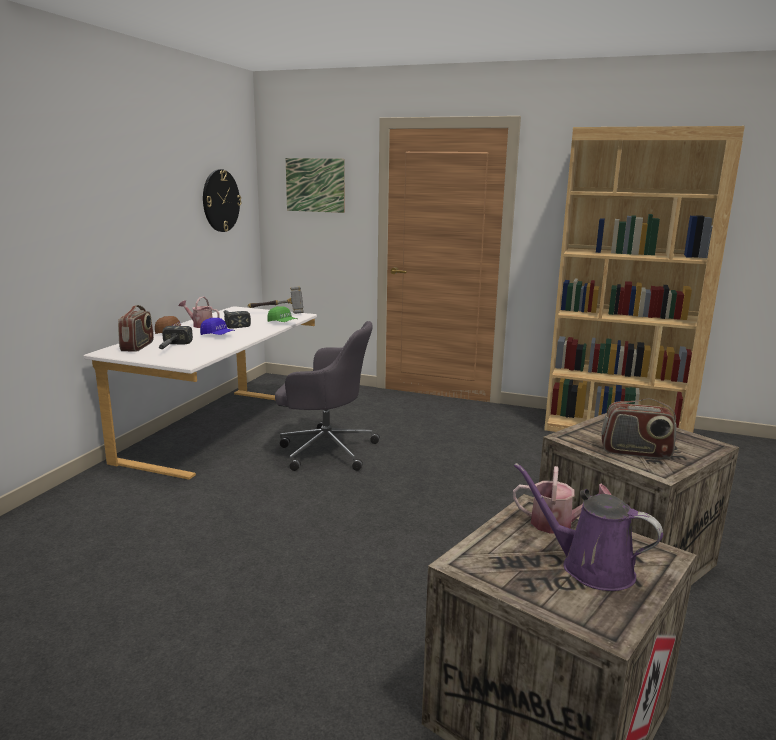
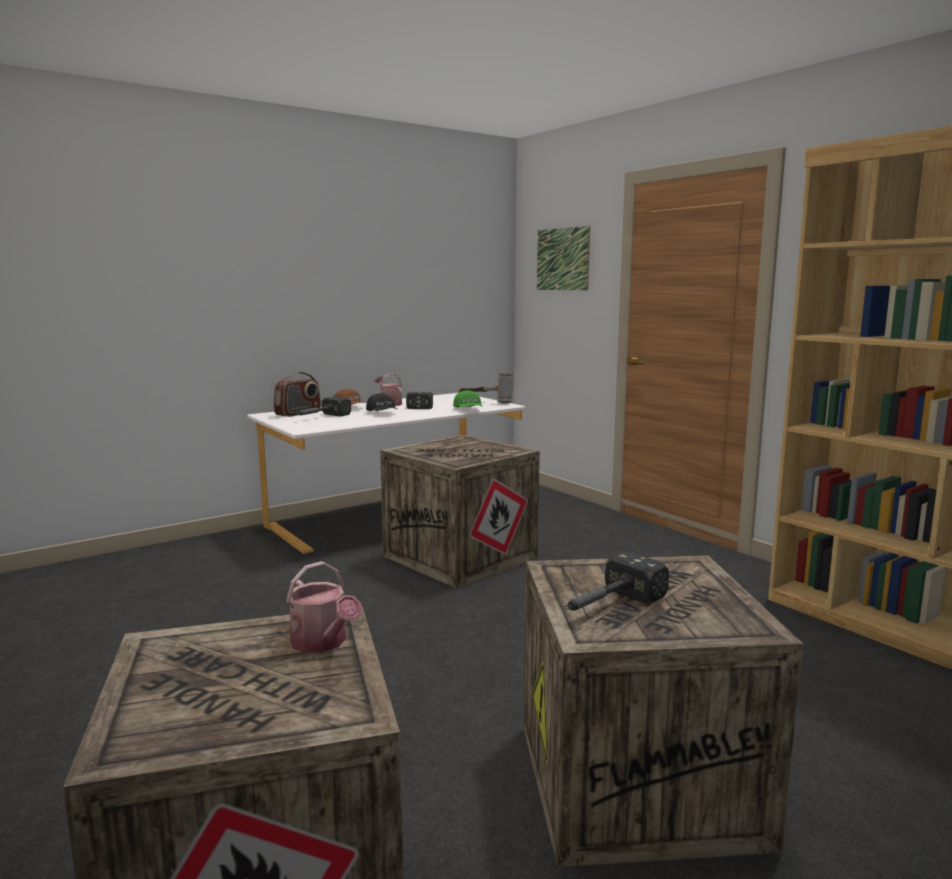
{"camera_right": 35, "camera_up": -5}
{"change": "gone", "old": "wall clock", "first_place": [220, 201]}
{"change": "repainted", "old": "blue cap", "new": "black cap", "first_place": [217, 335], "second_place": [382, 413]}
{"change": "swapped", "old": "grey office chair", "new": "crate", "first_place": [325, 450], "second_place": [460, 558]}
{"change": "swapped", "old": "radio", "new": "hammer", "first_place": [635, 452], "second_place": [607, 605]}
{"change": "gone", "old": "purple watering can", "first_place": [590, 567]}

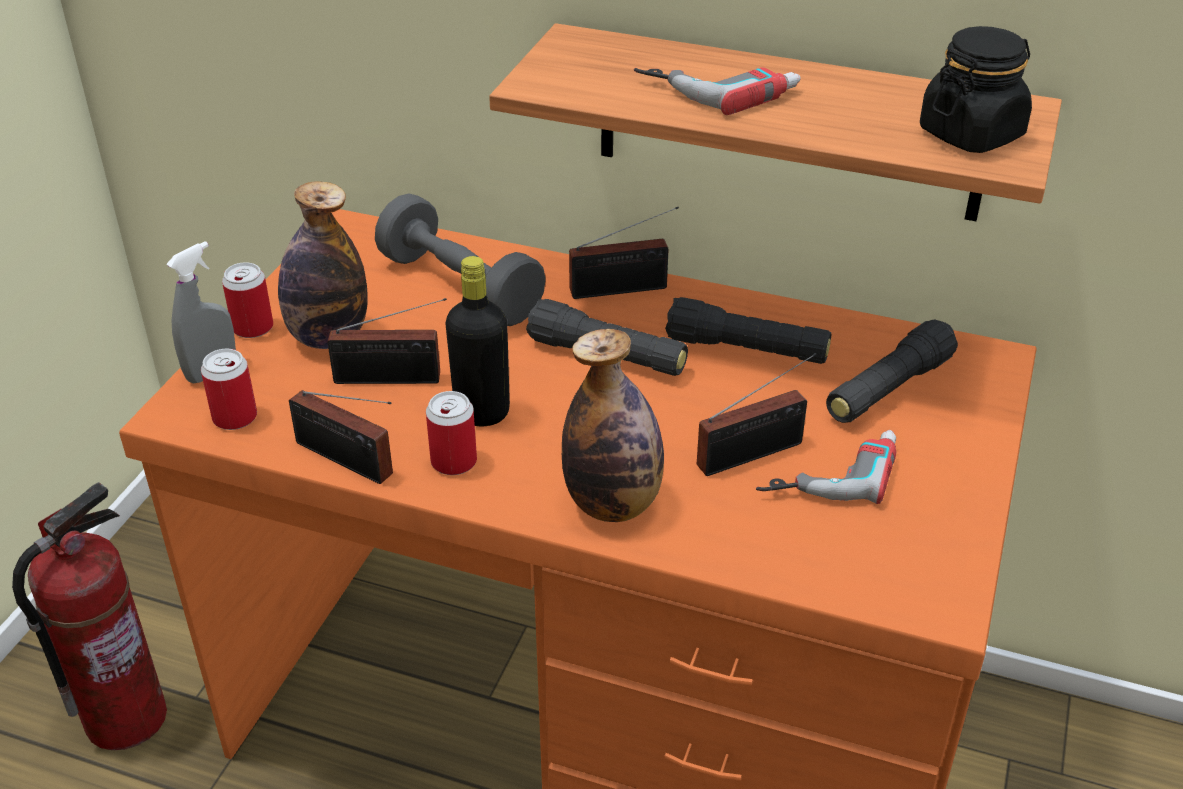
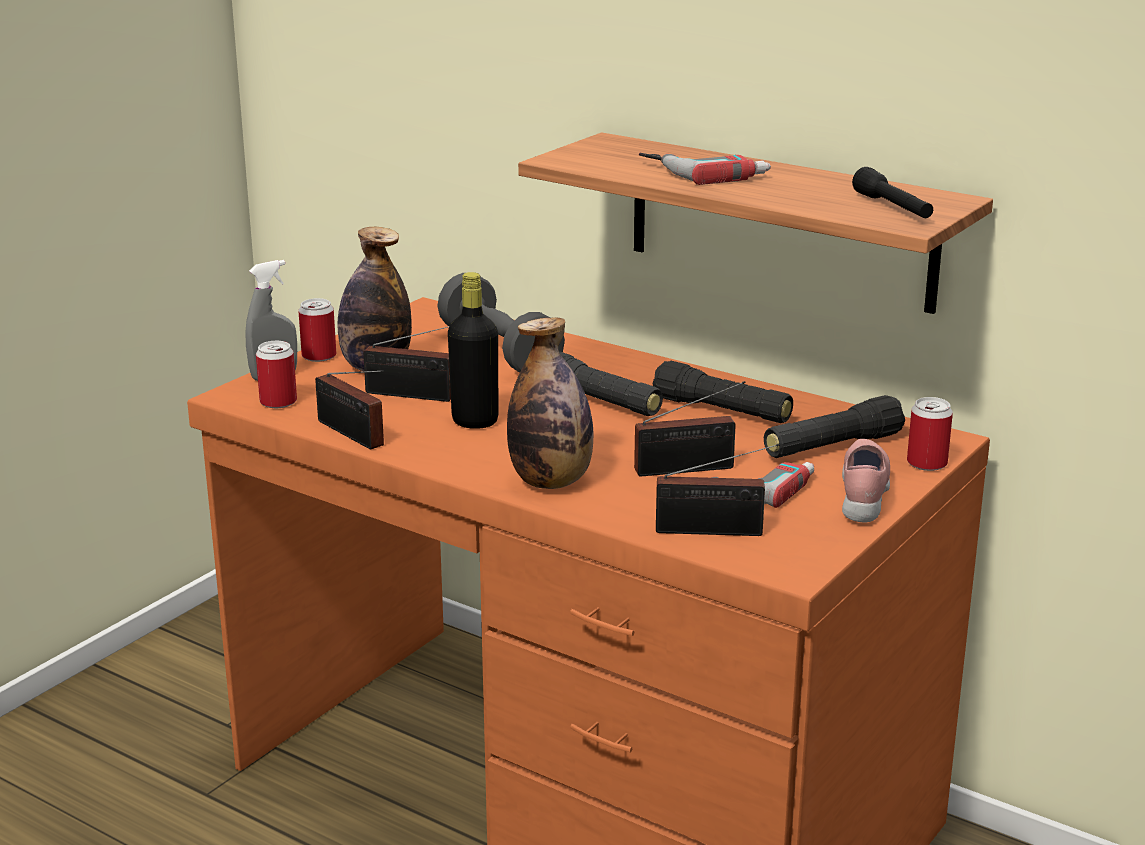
{"camera_right": 15, "camera_up": -15}
{"change": "swapped", "old": "black jar", "new": "black flashlight", "first_place": [971, 134], "second_place": [893, 208]}
{"change": "shifted", "old": "radio", "first_place": [624, 289], "second_place": [715, 531]}
{"change": "shifted", "old": "can", "first_place": [454, 461], "second_place": [926, 463]}
{"change": "gone", "old": "fire extinguisher", "first_place": [126, 718]}
{"change": "new", "new": "pink shoe", "second_place": [864, 496]}

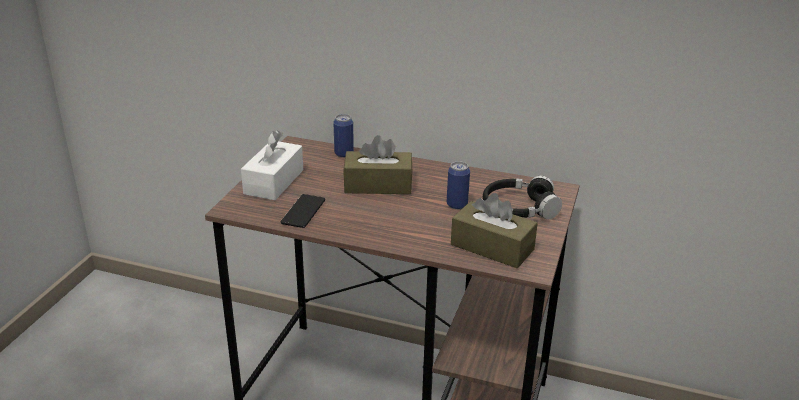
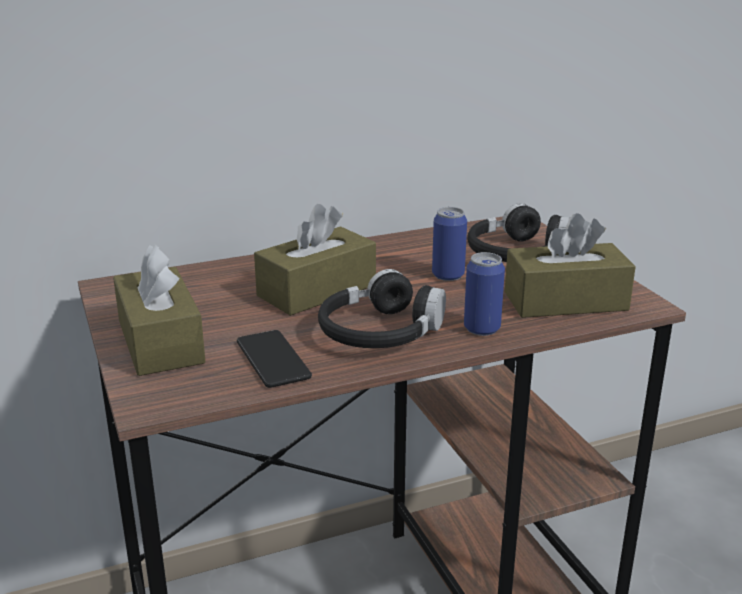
{"camera_right": -40, "camera_up": -5}
{"change": "shifted", "old": "can", "first_place": [344, 153], "second_place": [482, 328]}
{"change": "repainted", "old": "white tissue box", "new": "brown tissue box", "first_place": [274, 182], "second_place": [160, 342]}
{"change": "new", "new": "black headphones", "second_place": [380, 332]}

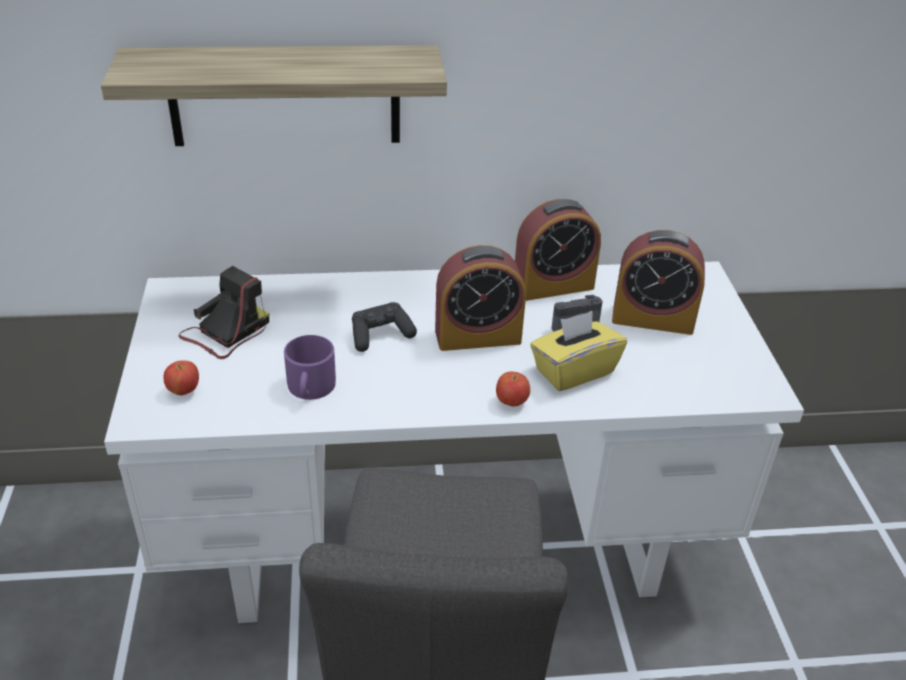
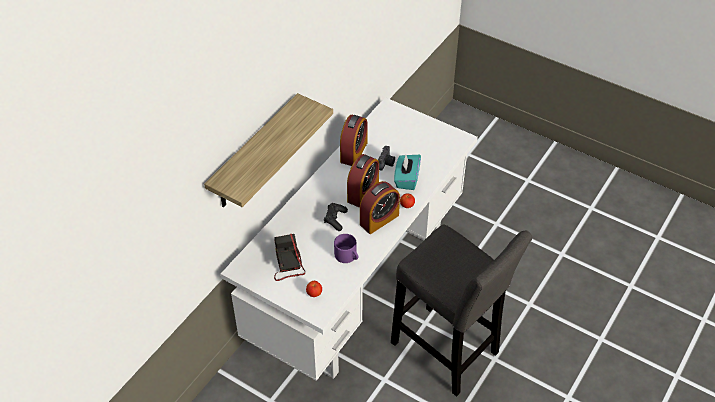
{"camera_right": -50, "camera_up": 10}
{"change": "shifted", "old": "alarm clock", "first_place": [652, 319], "second_place": [379, 220]}
{"change": "repainted", "old": "yellow tissue box", "new": "turquoise tissue box", "first_place": [573, 371], "second_place": [406, 179]}

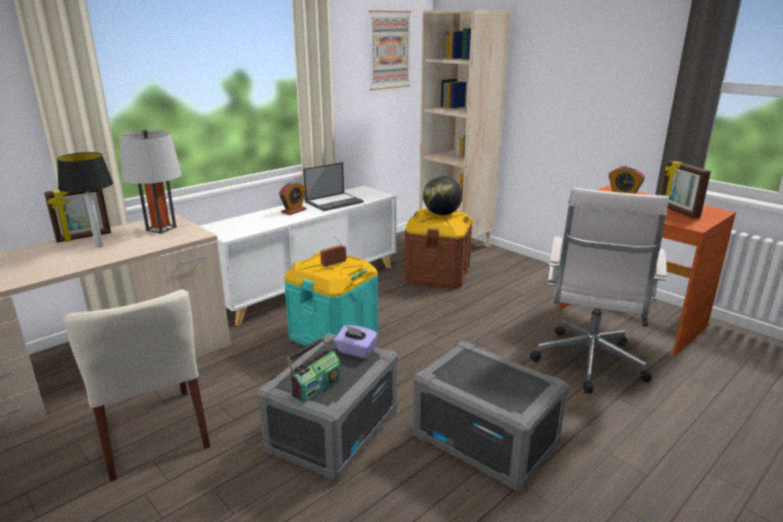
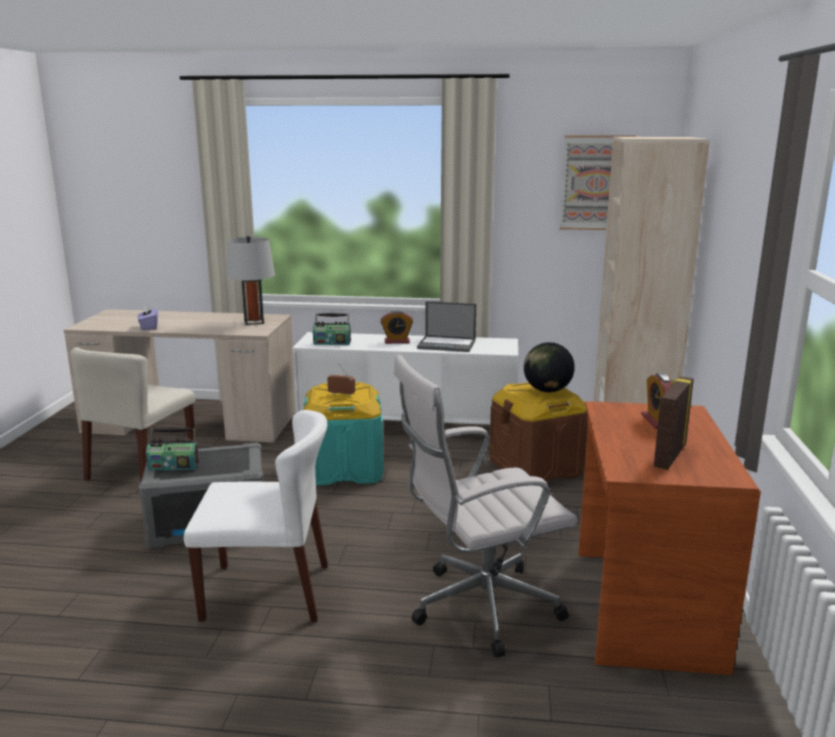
{"camera_right": 50, "camera_up": -5}
{"change": "gone", "old": "table lamp", "first_place": [99, 246]}
{"change": "gone", "old": "picture frame", "first_place": [84, 237]}
{"change": "shifted", "old": "purple tissue box", "first_place": [356, 351], "second_place": [149, 327]}
{"change": "swapped", "old": "grey storage box", "new": "white chair", "first_place": [486, 439], "second_place": [268, 591]}
{"change": "new", "new": "radio", "second_place": [332, 343]}

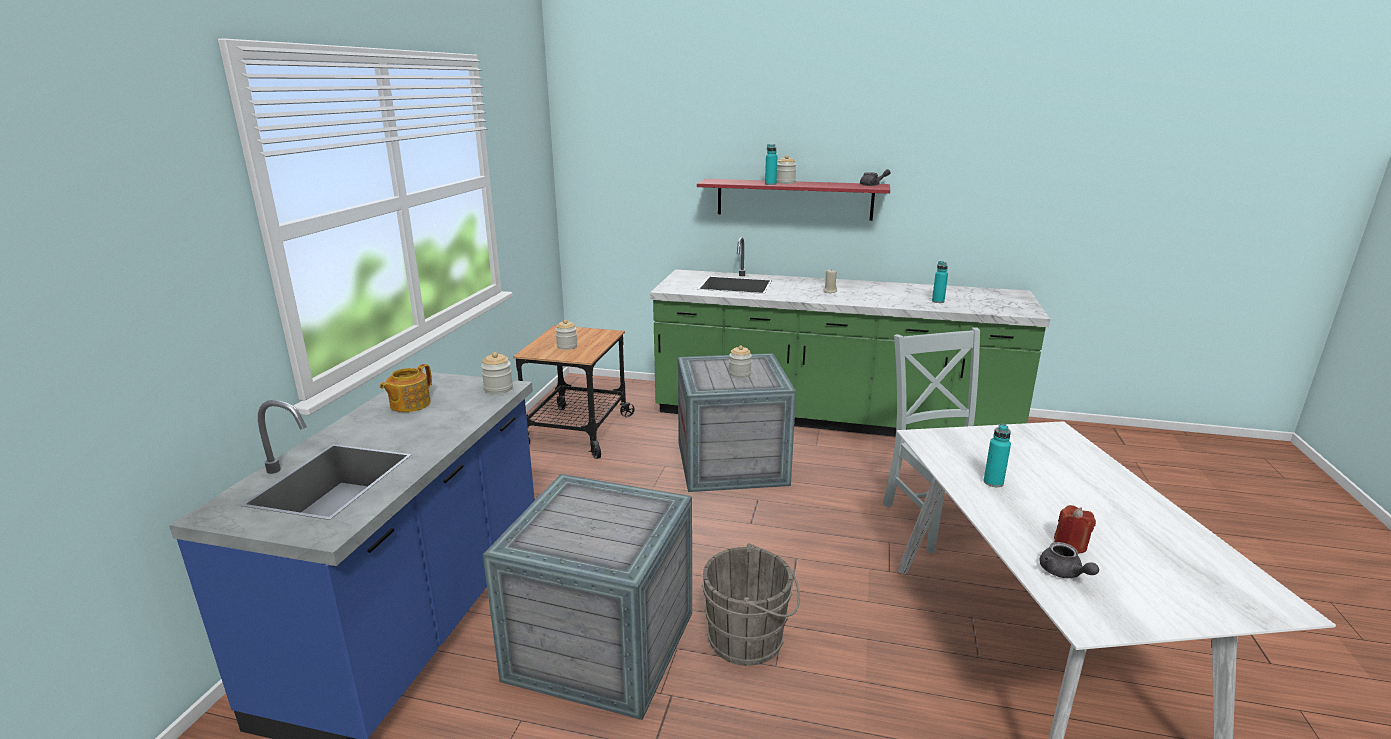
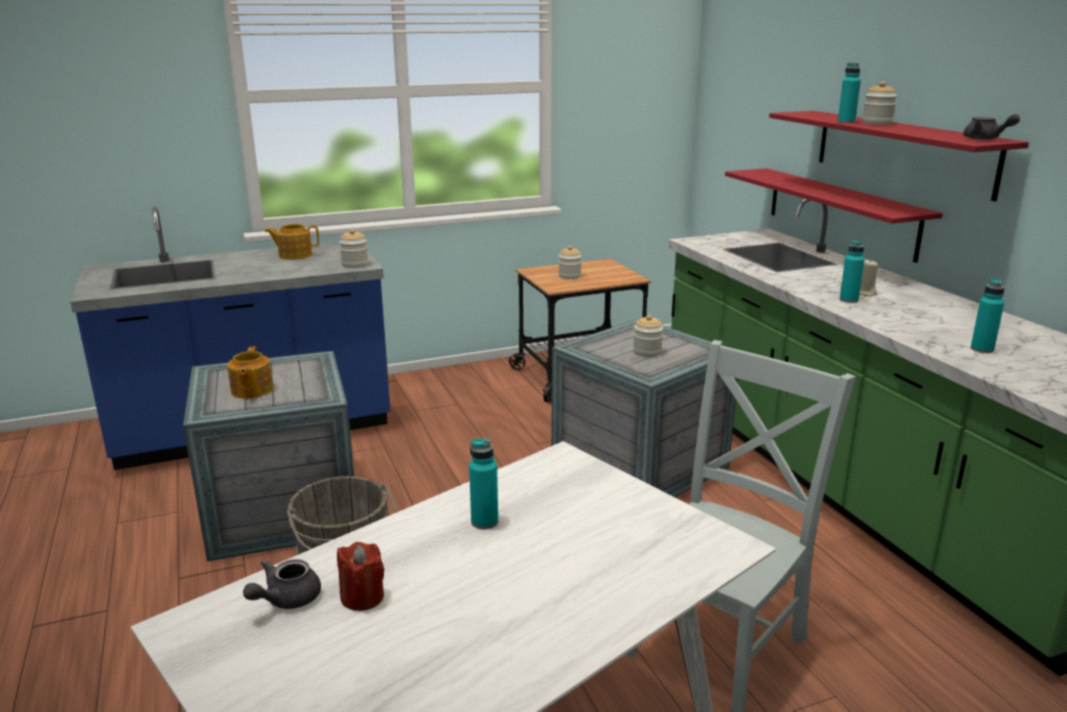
{"camera_right": 55, "camera_up": 0}
{"change": "new", "new": "red shelf", "second_place": [840, 212]}
{"change": "new", "new": "turquoise bottle", "second_place": [848, 300]}
{"change": "new", "new": "teapot", "second_place": [251, 390]}

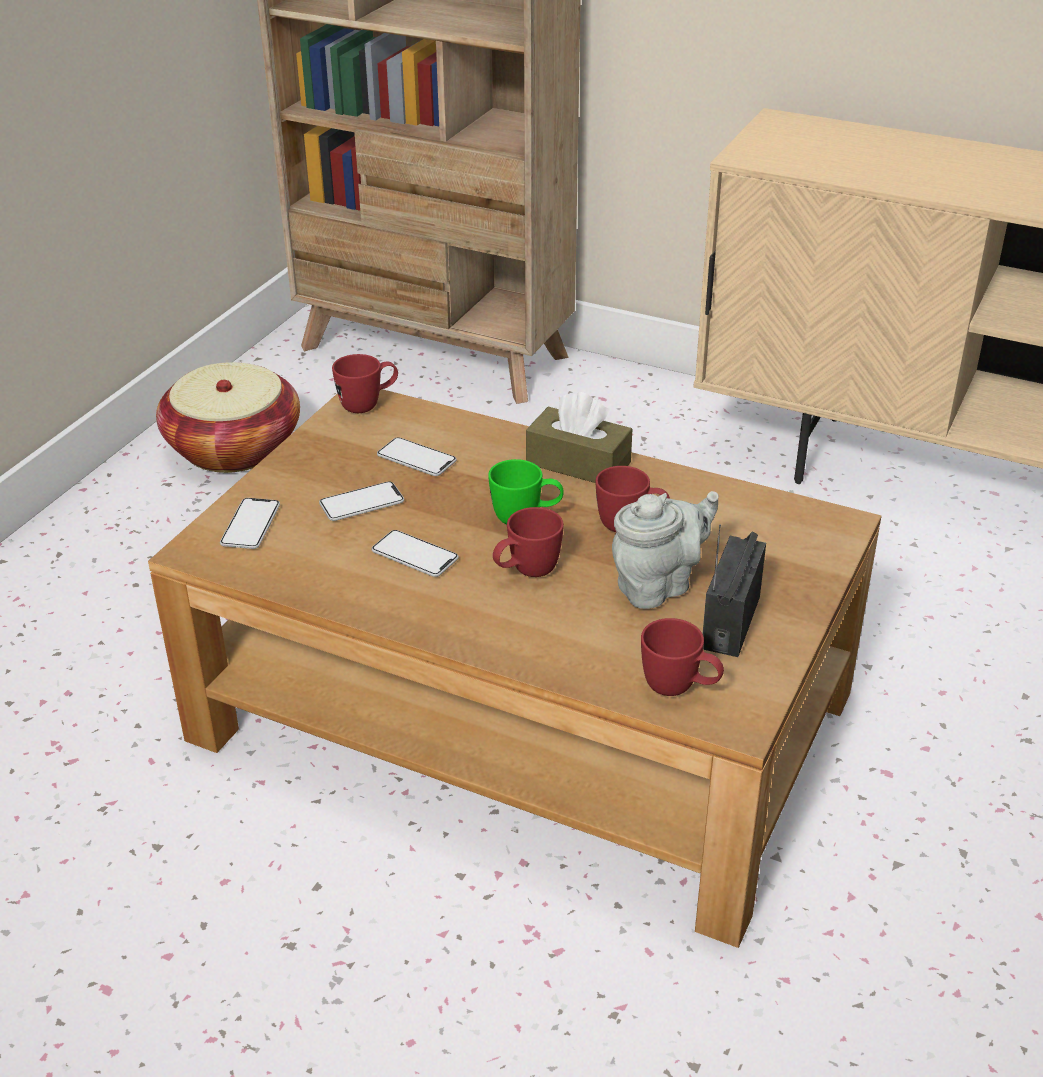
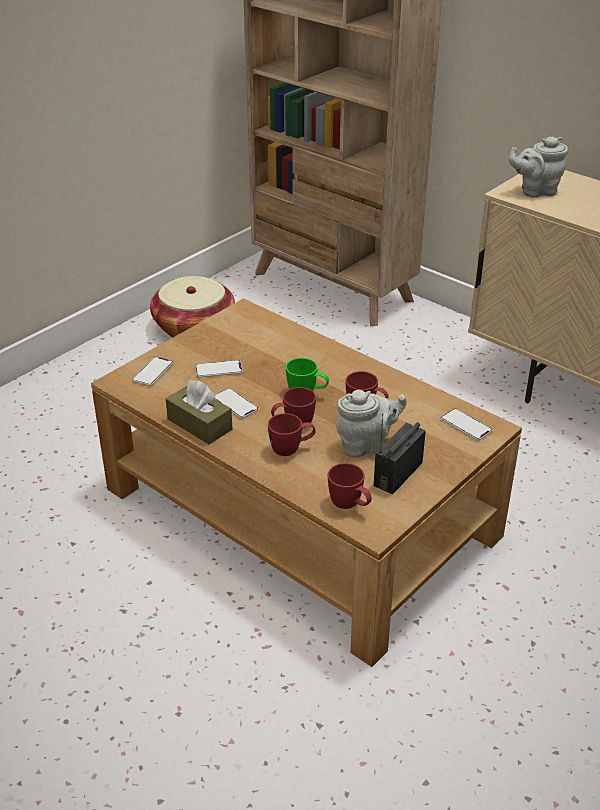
{"camera_right": 15, "camera_up": 0}
{"change": "shifted", "old": "red mug", "first_place": [368, 405], "second_place": [291, 449]}
{"change": "shifted", "old": "brown tissue box", "first_place": [578, 463], "second_place": [199, 424]}
{"change": "shifted", "old": "phone", "first_place": [416, 458], "second_place": [466, 425]}
{"change": "new", "new": "grey teapot", "second_place": [535, 191]}

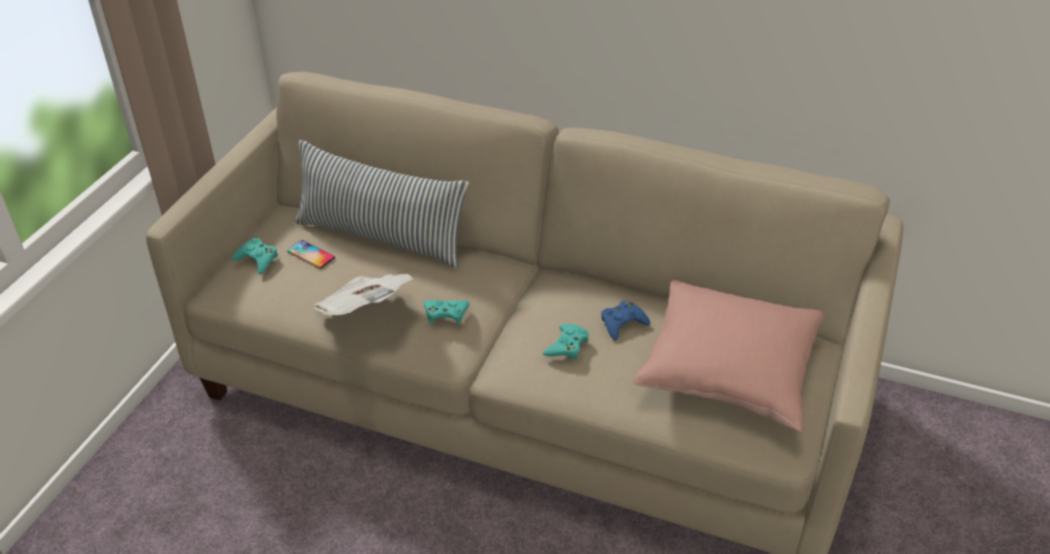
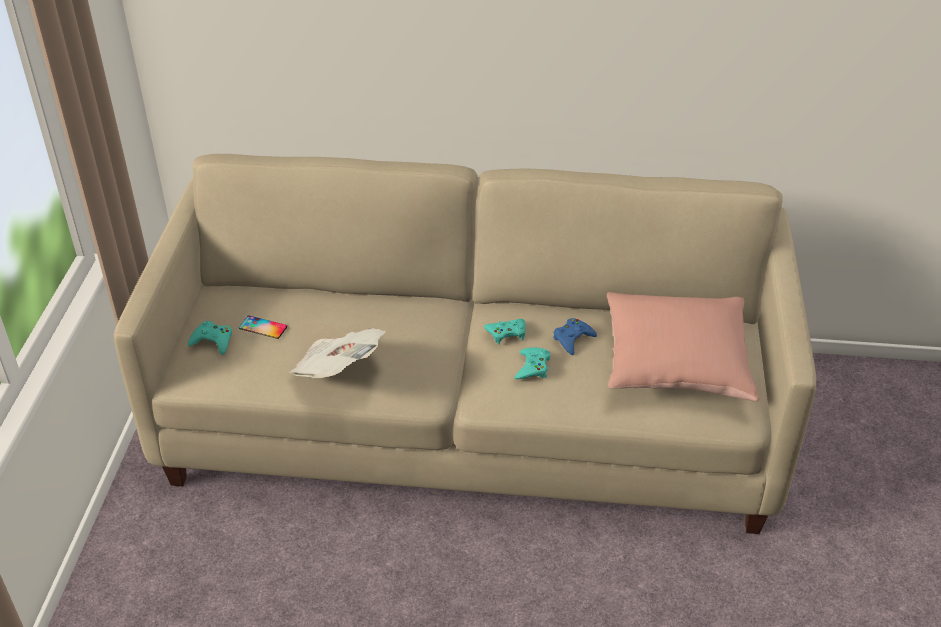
{"camera_right": -15, "camera_up": 0}
{"change": "gone", "old": "pillow", "first_place": [381, 237]}
{"change": "shifted", "old": "turquoise game controller", "first_place": [446, 314], "second_place": [506, 333]}

